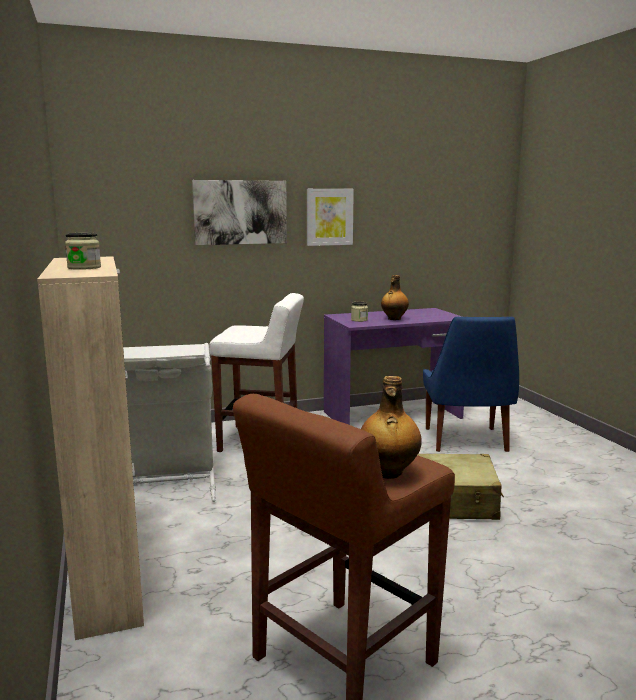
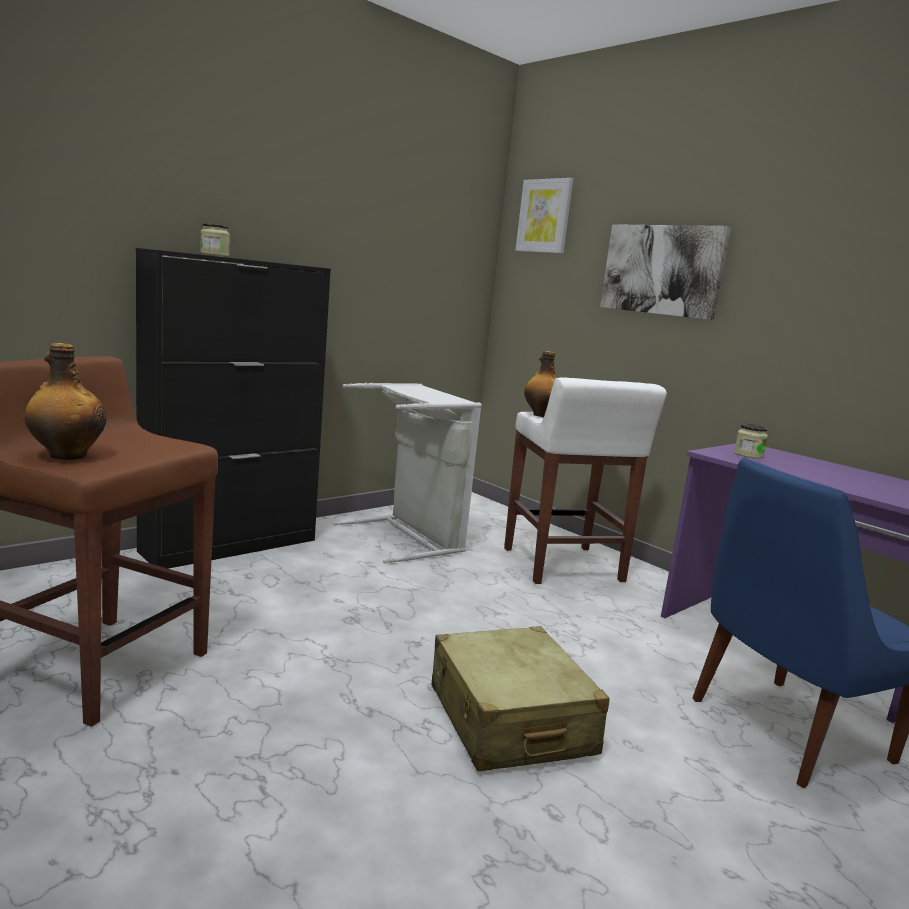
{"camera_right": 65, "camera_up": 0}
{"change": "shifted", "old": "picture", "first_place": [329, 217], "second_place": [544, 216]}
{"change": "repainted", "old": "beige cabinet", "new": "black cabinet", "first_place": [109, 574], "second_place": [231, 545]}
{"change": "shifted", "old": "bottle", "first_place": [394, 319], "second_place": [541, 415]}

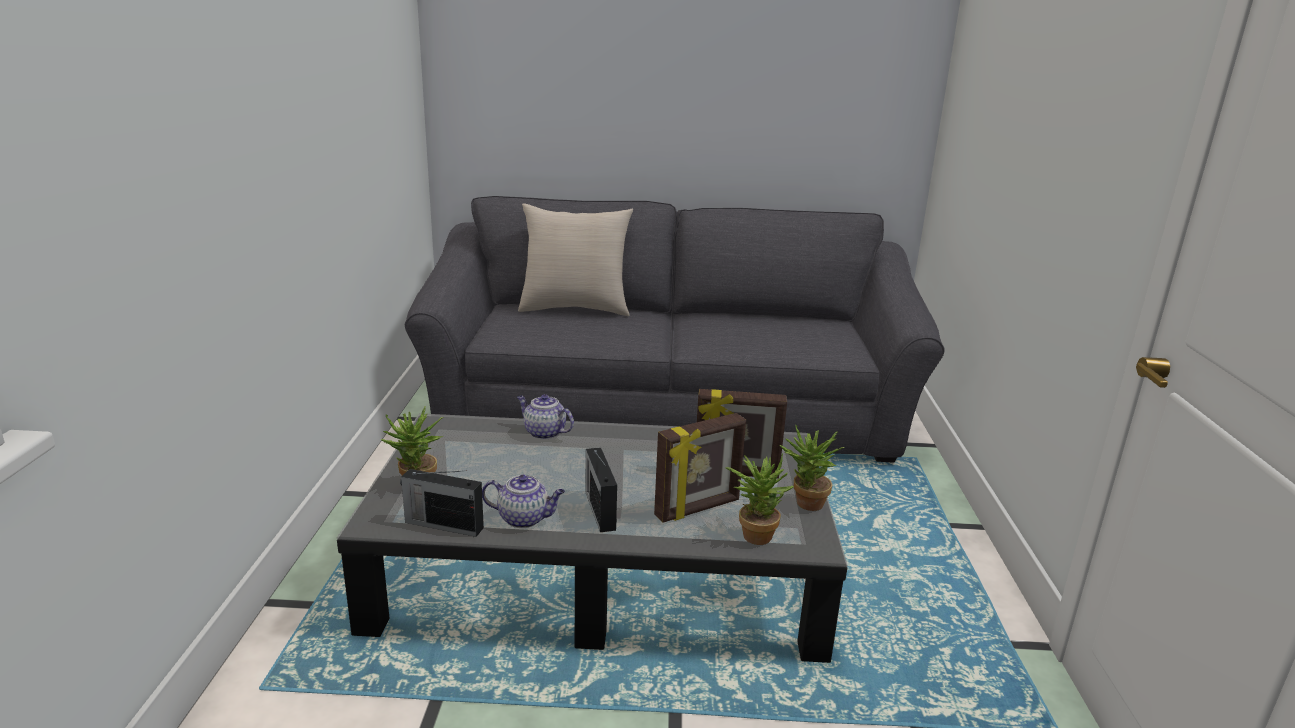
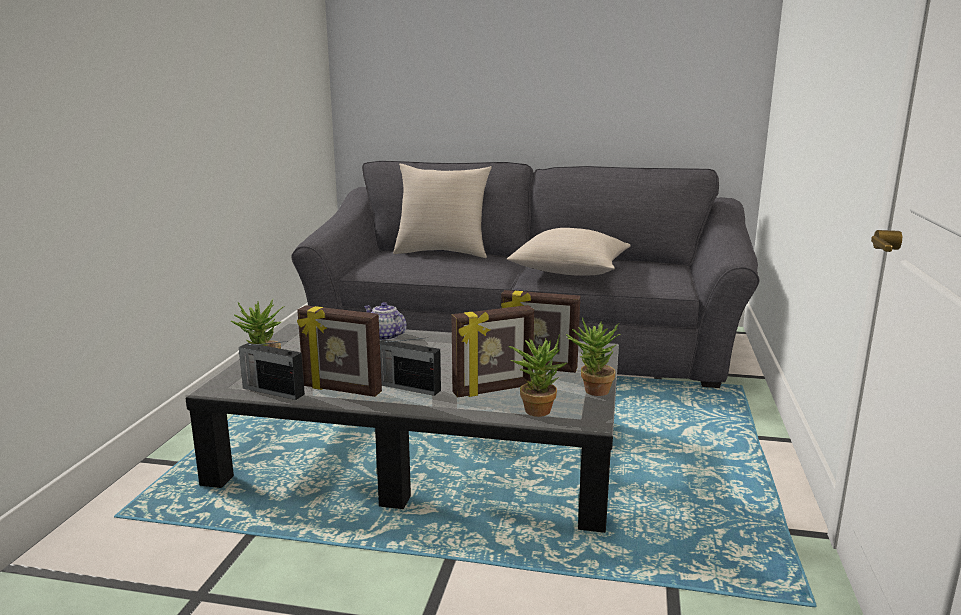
{"camera_right": 10, "camera_up": -5}
{"change": "rotated", "old": "radio", "first_place": [600, 509], "second_place": [407, 387], "degrees": -60}
{"change": "swapped", "old": "teapot", "new": "picture frame", "first_place": [525, 518], "second_place": [341, 390]}
{"change": "new", "new": "beige pillow", "second_place": [570, 271]}

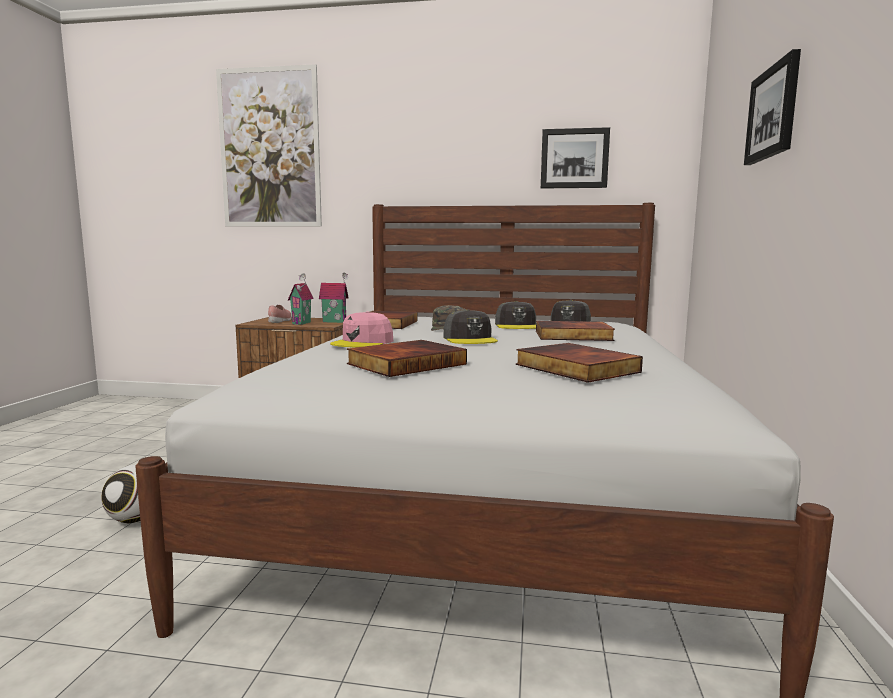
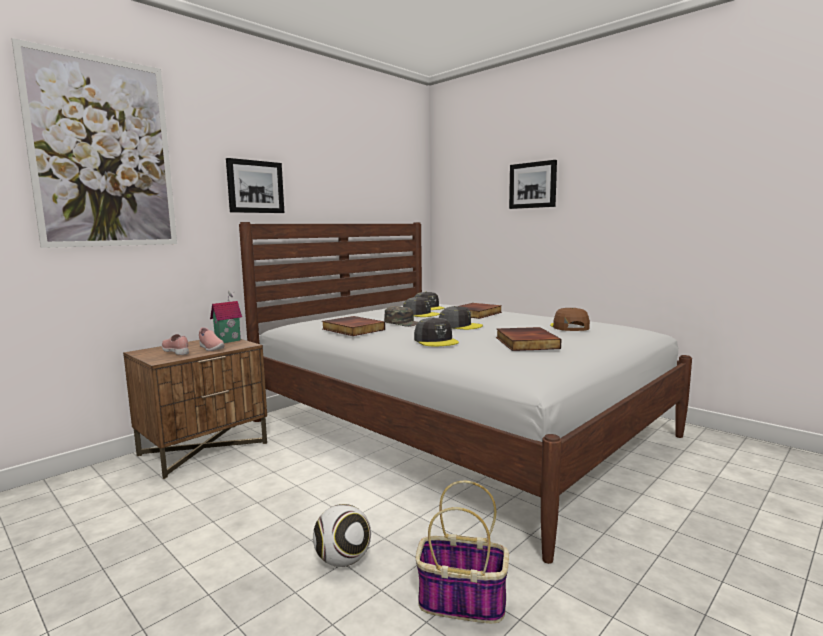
{"camera_right": -55, "camera_up": 0}
{"change": "shifted", "old": "picture", "first_place": [574, 159], "second_place": [255, 187]}
{"change": "swapped", "old": "toy house", "new": "pink shoe", "first_place": [303, 323], "second_place": [211, 348]}
{"change": "repainted", "old": "pink cap", "new": "grey cap", "first_place": [363, 342], "second_place": [436, 341]}
{"change": "swapped", "old": "book", "new": "brown cap", "first_place": [574, 368], "second_place": [569, 327]}
{"change": "new", "new": "basket", "second_place": [460, 601]}

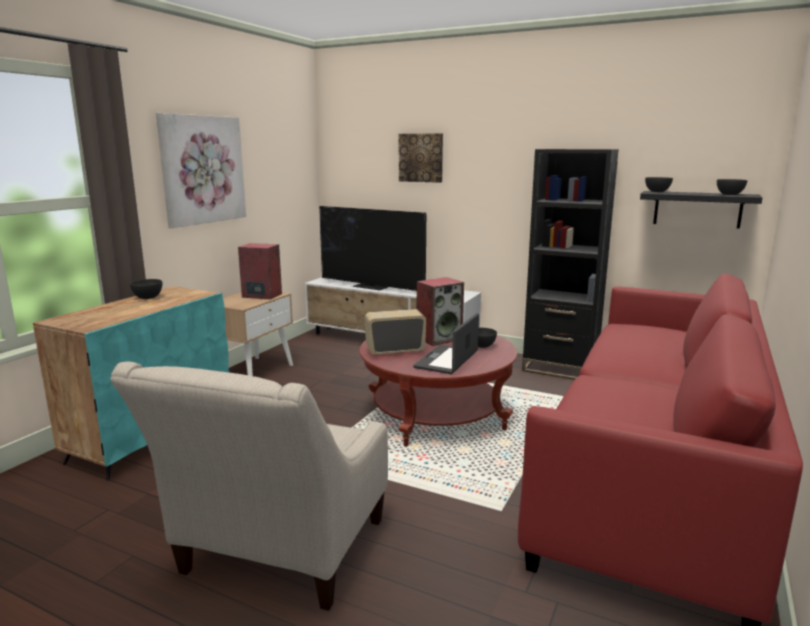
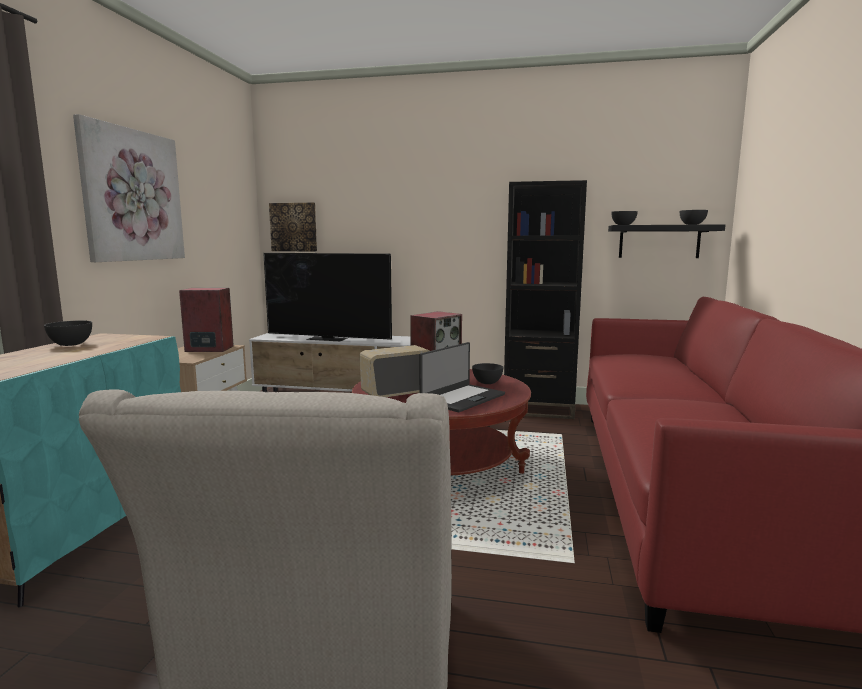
{"camera_right": -15, "camera_up": -5}
{"change": "shifted", "old": "picture", "first_place": [421, 157], "second_place": [294, 227]}
{"change": "rotated", "old": "laptop", "first_place": [447, 360], "second_place": [462, 398], "degrees": -150}

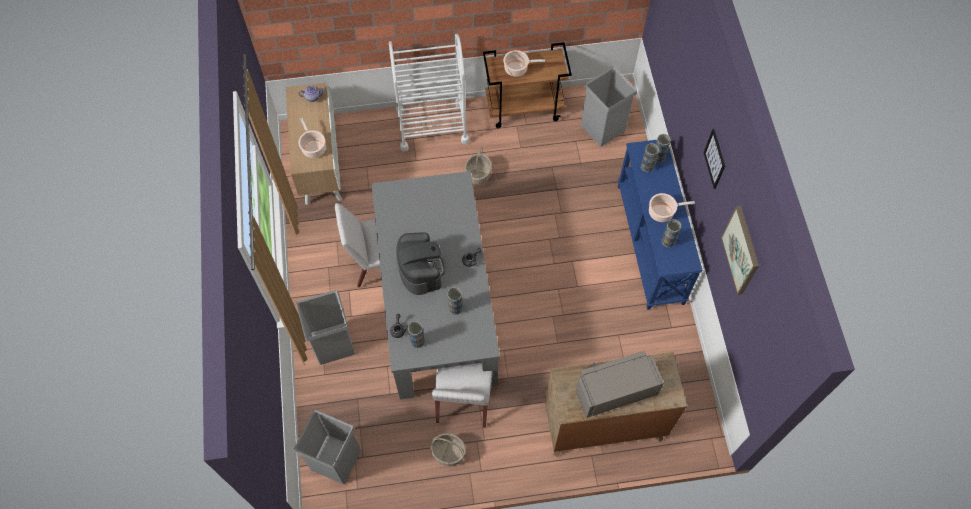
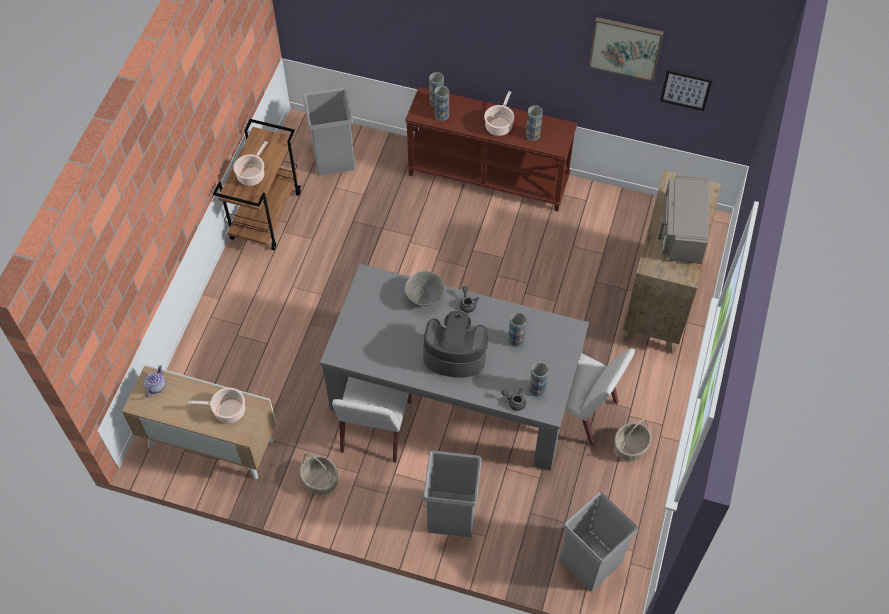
{"camera_right": -65, "camera_up": -5}
{"change": "gone", "old": "white cart", "first_place": [432, 126]}
{"change": "shifted", "old": "picture", "first_place": [714, 159], "second_place": [685, 90]}
{"change": "repainted", "old": "blue console table", "new": "brown console table", "first_place": [651, 243], "second_place": [489, 176]}
{"change": "shifted", "old": "basket", "first_place": [478, 174], "second_place": [320, 480]}
{"change": "new", "new": "grey bowl", "second_place": [425, 297]}

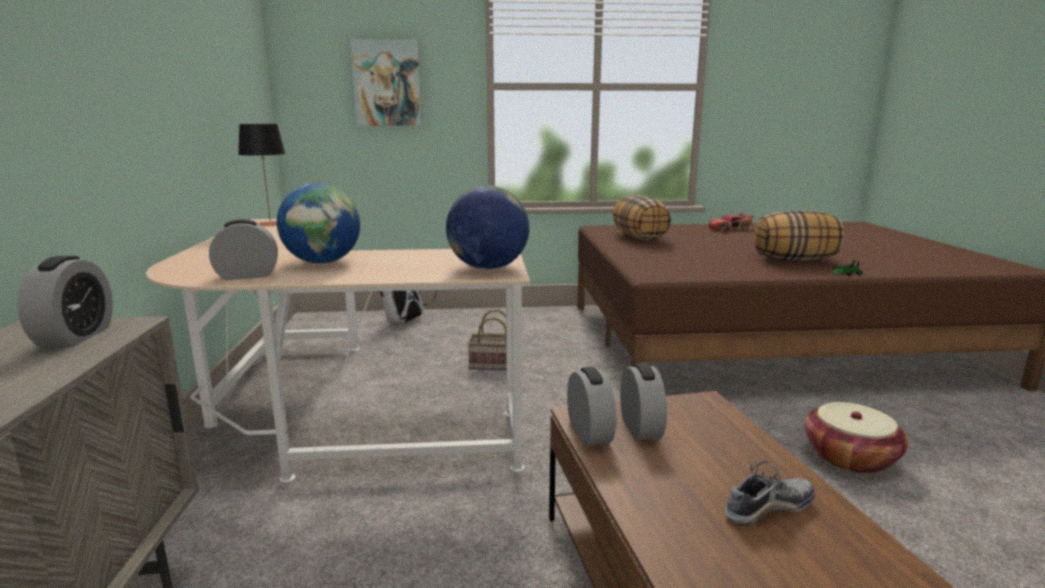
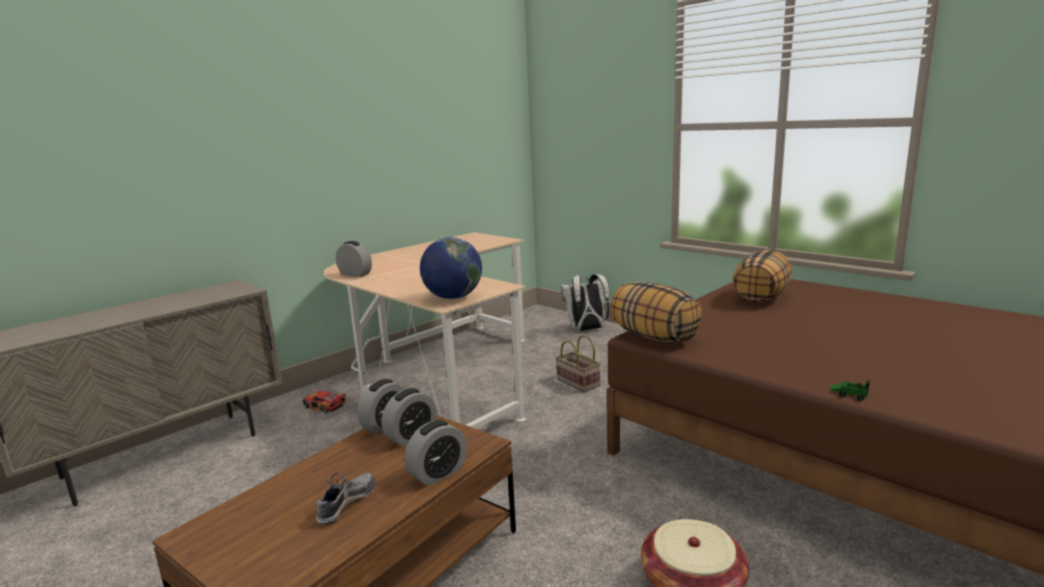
{"camera_right": 50, "camera_up": 0}
{"change": "gone", "old": "picture", "first_place": [387, 83]}
{"change": "gone", "old": "table lamp", "first_place": [270, 224]}
{"change": "gone", "old": "globe", "first_place": [323, 262]}
{"change": "shifted", "old": "pillow", "first_place": [794, 260], "second_place": [653, 337]}
{"change": "shifted", "old": "toy car", "first_place": [729, 229], "second_place": [324, 407]}
{"change": "shifted", "old": "alarm clock", "first_place": [75, 337], "second_place": [438, 474]}
{"change": "rotated", "old": "shoe", "first_place": [767, 508], "second_place": [346, 504], "degrees": -90}

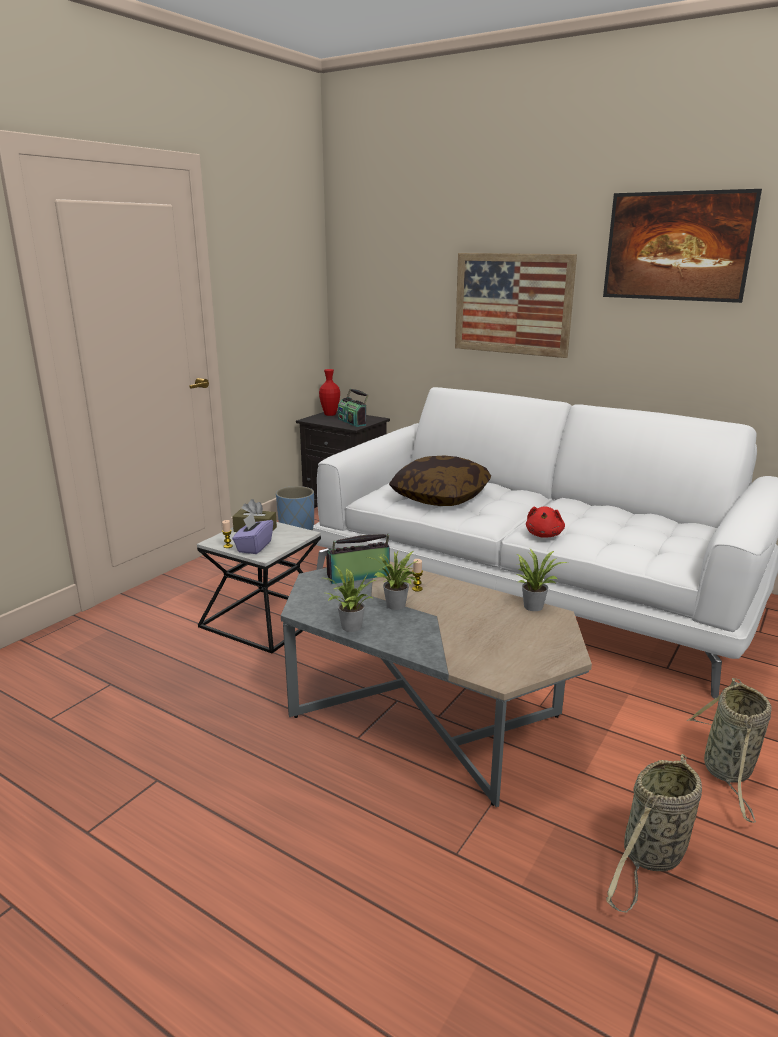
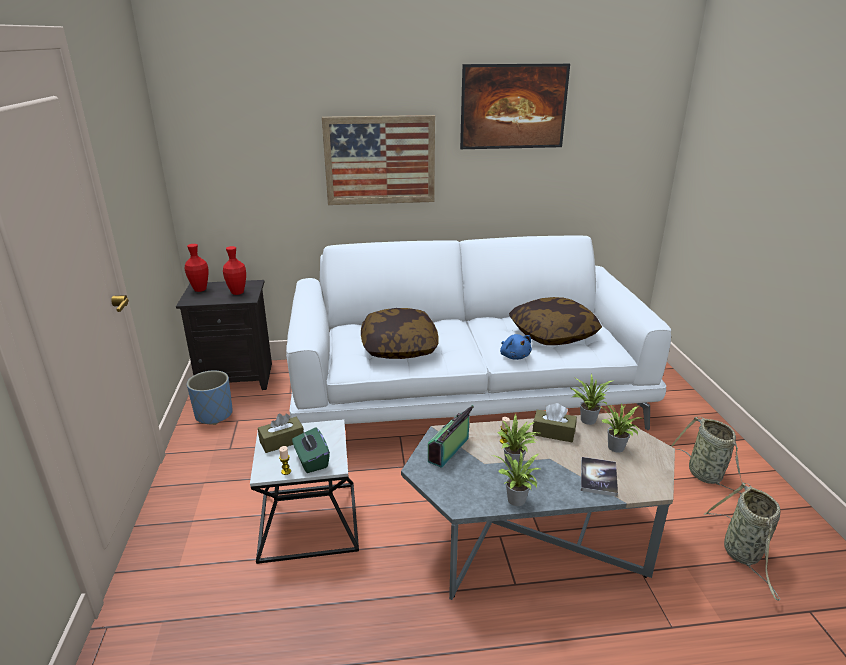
{"camera_right": -40, "camera_up": 5}
{"change": "swapped", "old": "radio", "new": "red vase", "first_place": [353, 422], "second_place": [237, 293]}
{"change": "repainted", "old": "red plush toy", "new": "blue plush toy", "first_place": [544, 535], "second_place": [514, 356]}
{"change": "repainted", "old": "purple tissue box", "new": "green tissue box", "first_place": [254, 547], "second_place": [311, 461]}
{"change": "new", "new": "pillow", "second_place": [553, 334]}
{"change": "new", "new": "brown tissue box", "second_place": [553, 432]}
{"change": "new", "new": "potted plant", "second_place": [616, 449]}
{"change": "new", "new": "book", "second_place": [598, 477]}

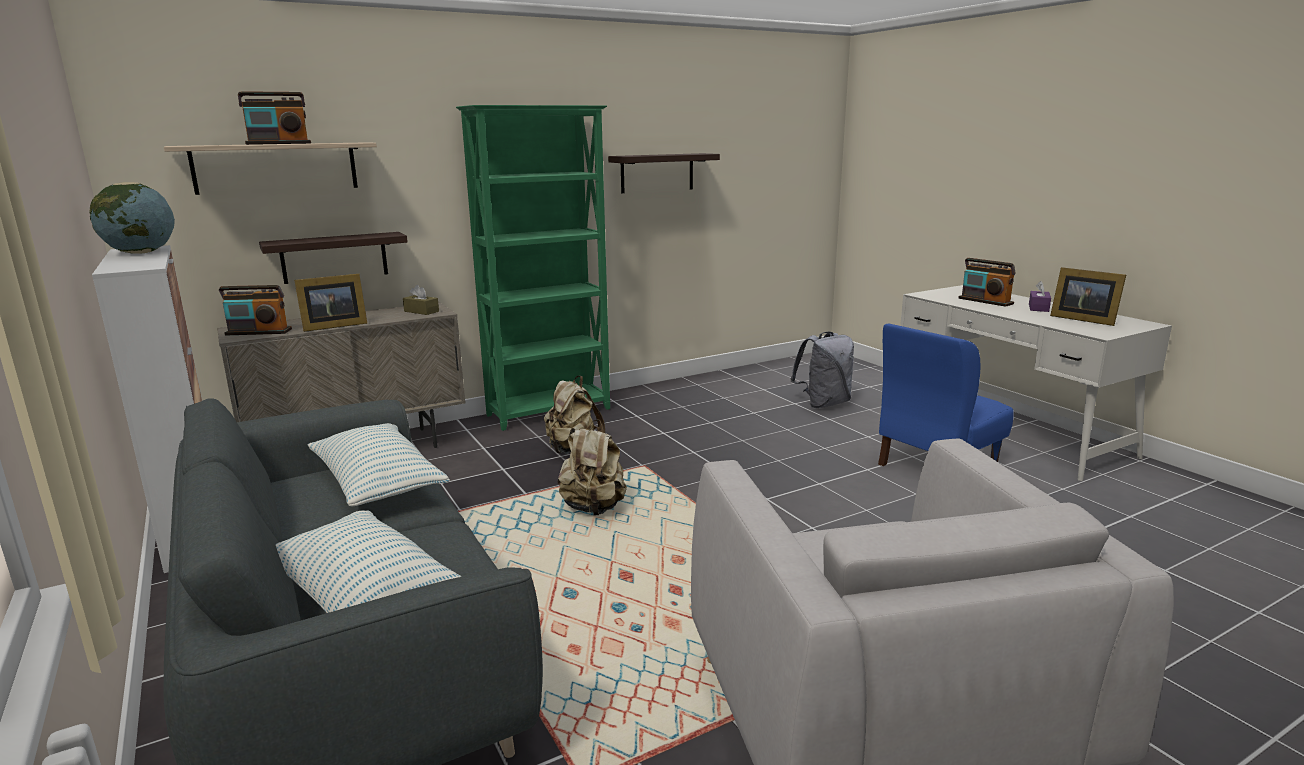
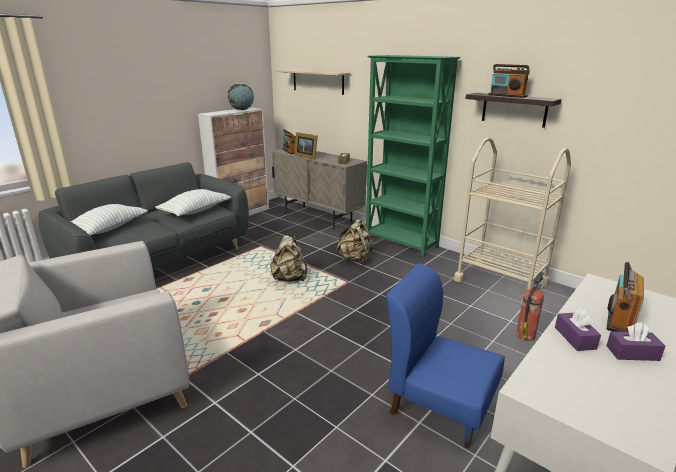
{"camera_right": 70, "camera_up": 5}
{"change": "shifted", "old": "radio", "first_place": [278, 143], "second_place": [507, 96]}
{"change": "gone", "old": "shelf", "first_place": [334, 257]}
{"change": "gone", "old": "picture frame", "first_place": [1082, 319]}
{"change": "swapped", "old": "grey backpack", "new": "fire extinguisher", "first_place": [823, 403], "second_place": [526, 335]}
{"change": "new", "new": "beige cart", "second_place": [500, 281]}
{"change": "new", "new": "purple tissue box", "second_place": [575, 338]}

